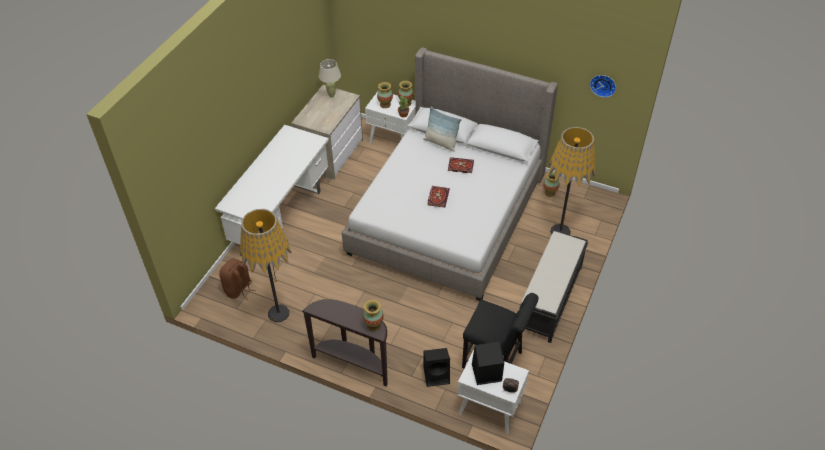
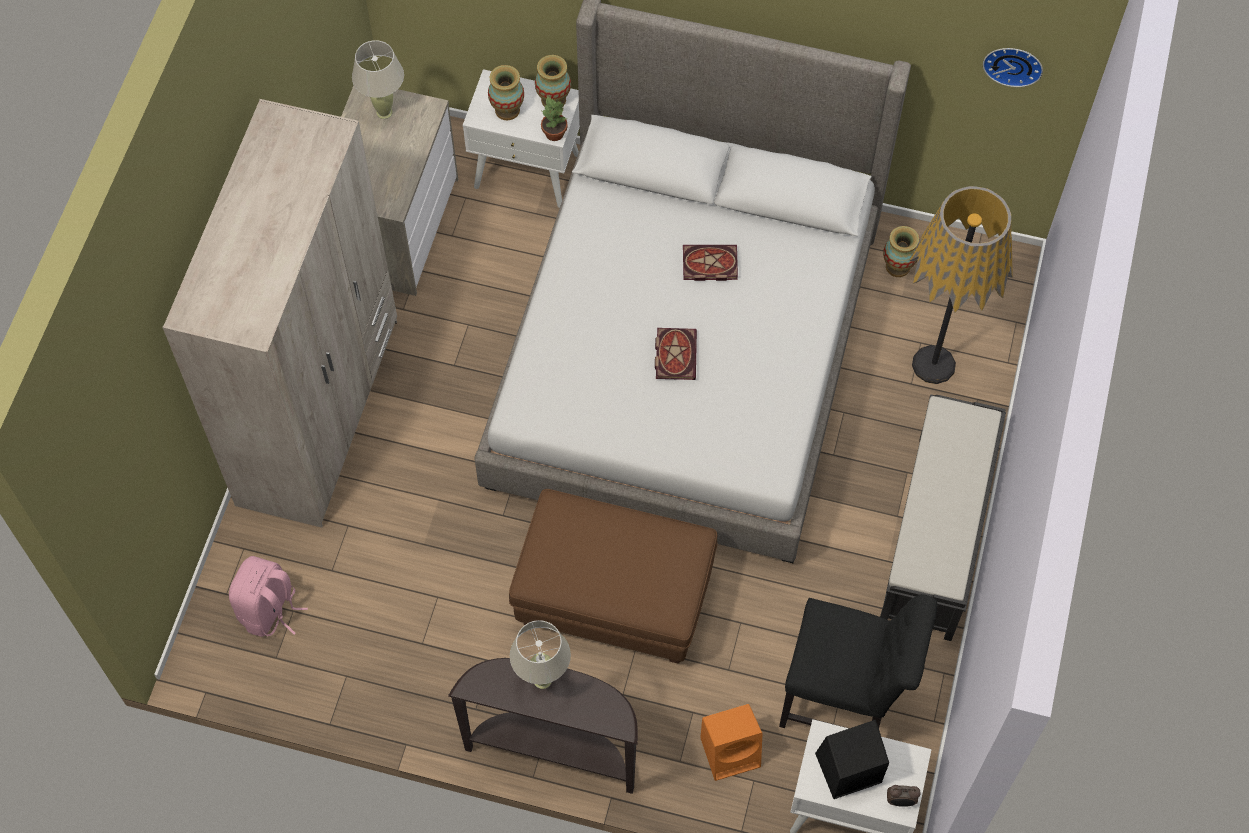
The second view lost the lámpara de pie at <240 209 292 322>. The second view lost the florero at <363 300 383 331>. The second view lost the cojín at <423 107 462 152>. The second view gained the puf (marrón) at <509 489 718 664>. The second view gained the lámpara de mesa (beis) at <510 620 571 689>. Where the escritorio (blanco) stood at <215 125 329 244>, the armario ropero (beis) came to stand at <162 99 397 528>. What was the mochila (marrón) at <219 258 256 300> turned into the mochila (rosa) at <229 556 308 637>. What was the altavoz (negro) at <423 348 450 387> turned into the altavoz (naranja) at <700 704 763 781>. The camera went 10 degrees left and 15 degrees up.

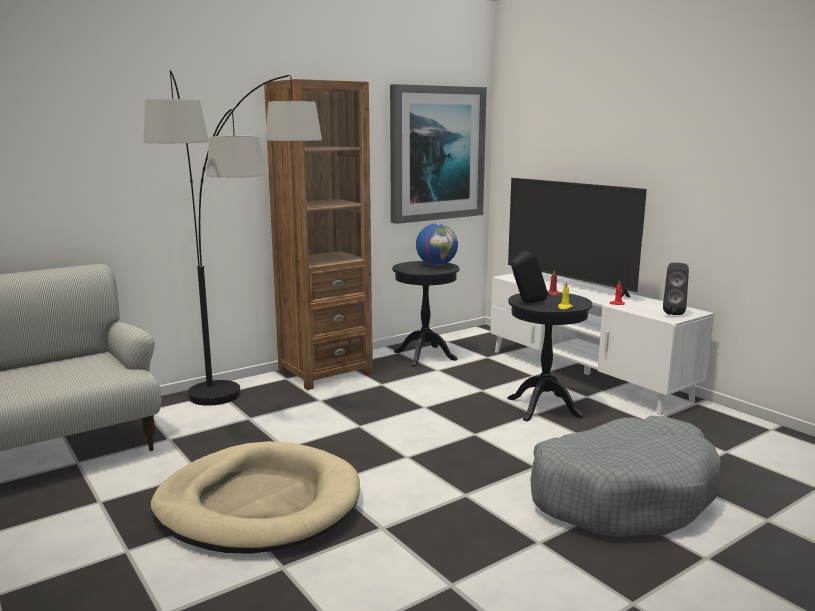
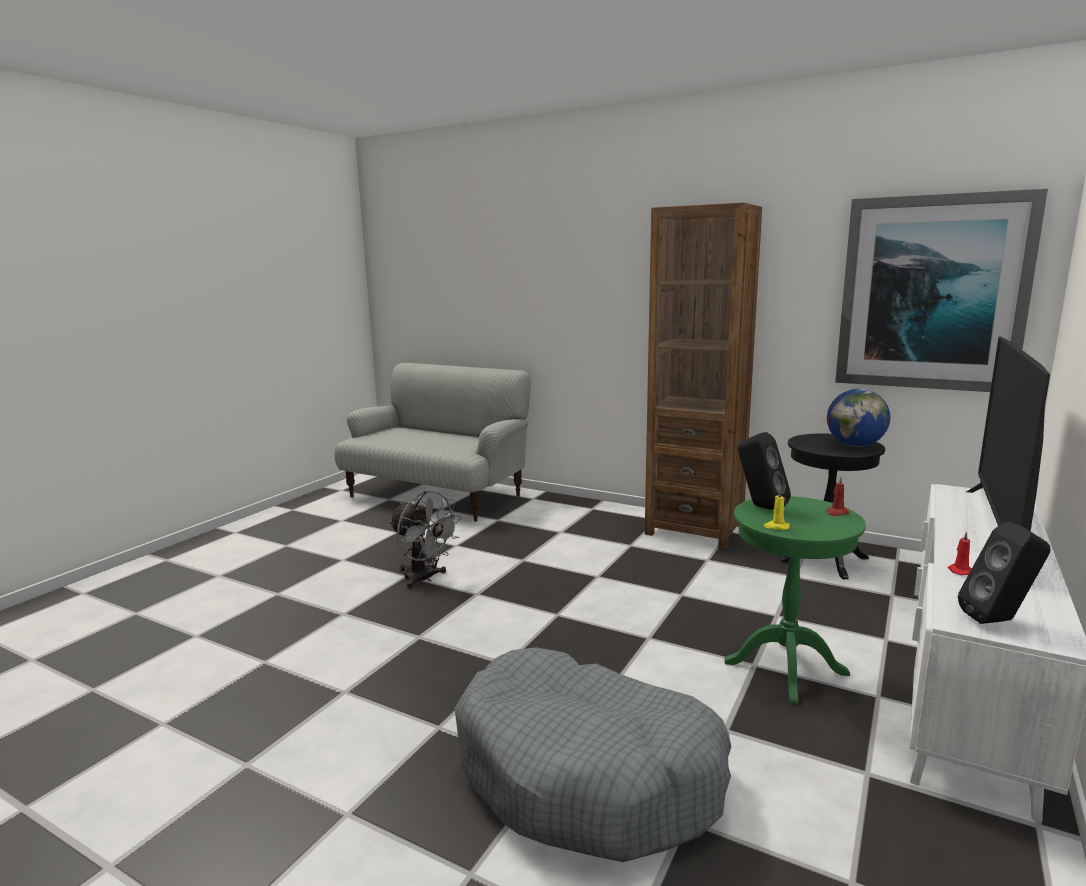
The second view lost the lámpara de pie at <143 70 322 406>. Where the cama para perro (beis) stood at <150 441 360 554>, the ventilador (gris) came to stand at <389 491 462 589>. What was the mesa auxiliar (negro) at <507 292 593 422> turned into the mesa auxiliar (verde) at <724 496 866 704>. The camera went 65 degrees right and 0 degrees up.

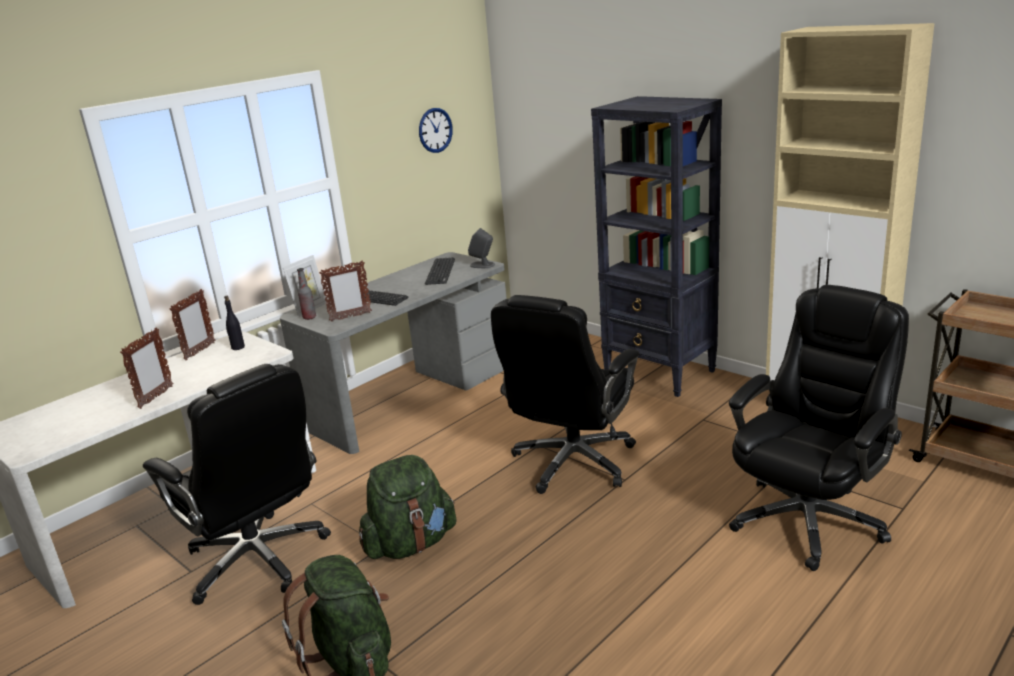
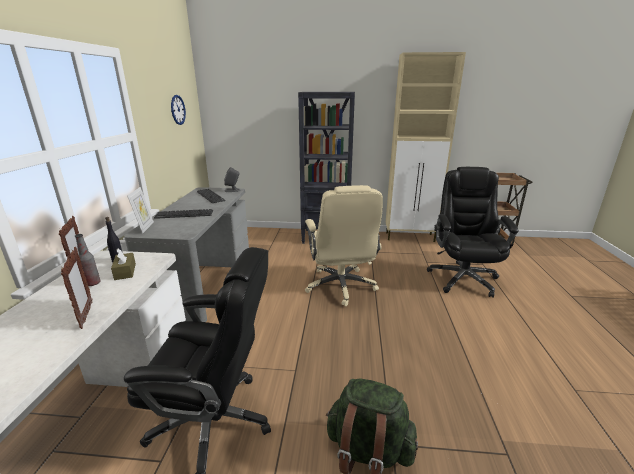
The second view lost the portarretratos at <319 261 372 322>. The second view lost the mochila (verde) at <359 455 456 559>. The second view gained the caja de pañuelos (marrón) at <111 249 136 280>. The botella ended up elsewhere, having gone from <297 268 316 320> to <75 234 100 286>. What was the silla de oficina (negro) at <491 295 639 494> turned into the silla de oficina (beis) at <305 185 383 306>. The camera went 40 degrees left and 0 degrees up.

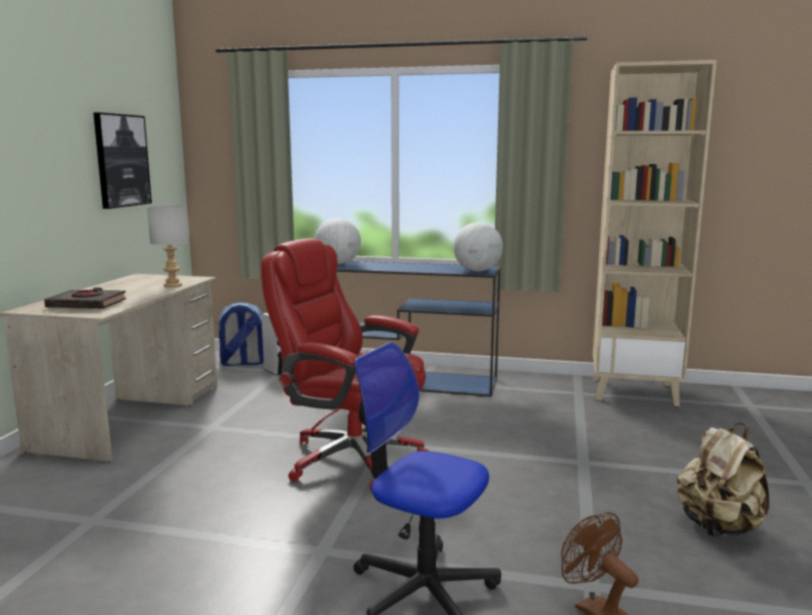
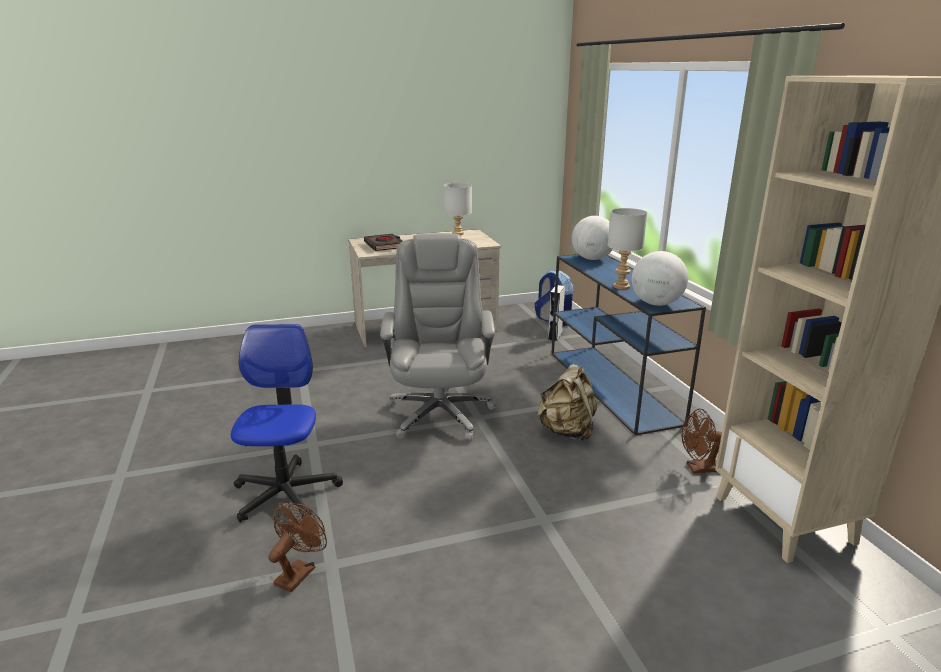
The second view lost the cuadro at <93 112 152 209>. The second view gained the lámpara de mesa (gris) at <608 208 647 289>. The second view gained the ventilador (marrón) at <682 409 722 473>. The mochila (beis) ended up elsewhere, having gone from <677 423 769 537> to <537 364 597 442>. What was the silla de oficina (rojo) at <261 238 428 490> turned into the silla de oficina (gris) at <380 233 497 441>. The camera went 60 degrees right and 10 degrees up.

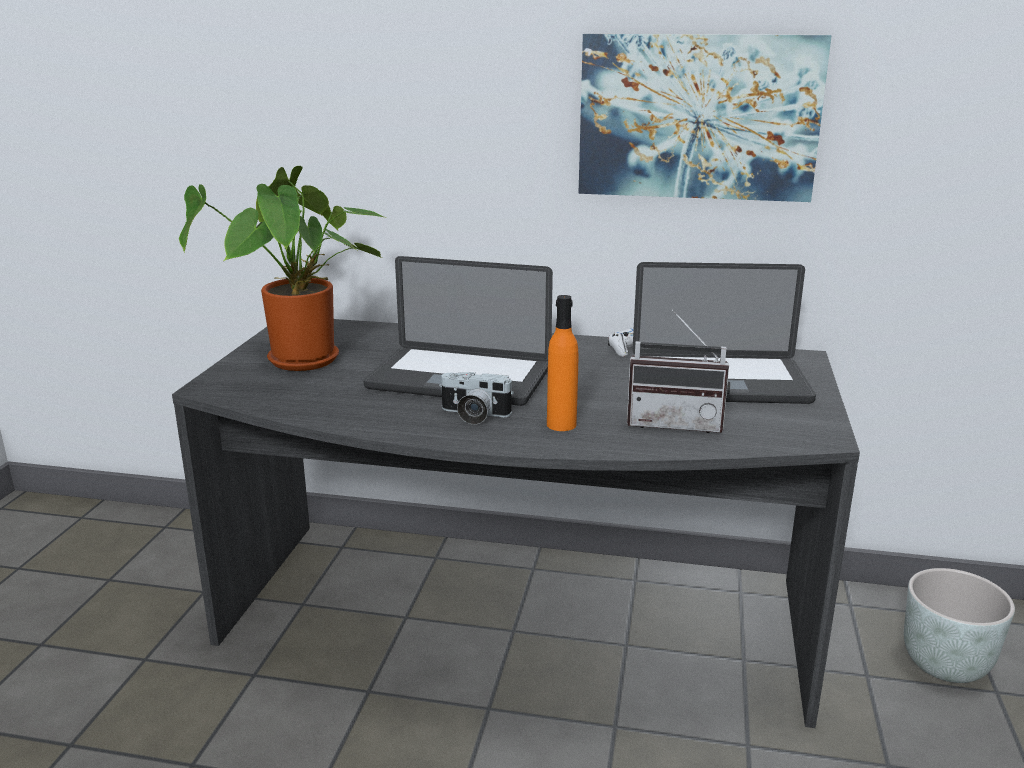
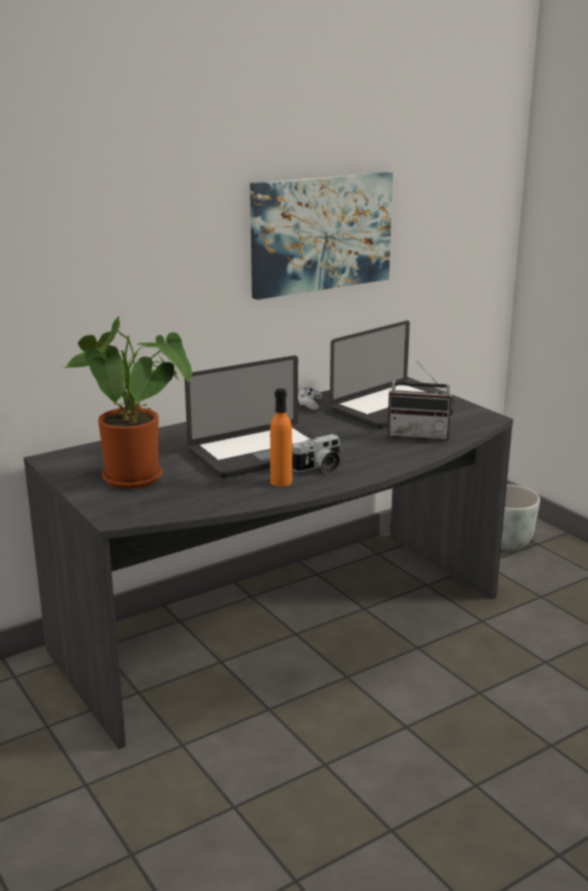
The botella (naranja) ended up elsewhere, having gone from <547 295 578 431> to <270 388 292 487>. The radio at <627 310 730 433> ended up facing another way, 45 degrees clockwise from before. The camera went 45 degrees left and 0 degrees up.

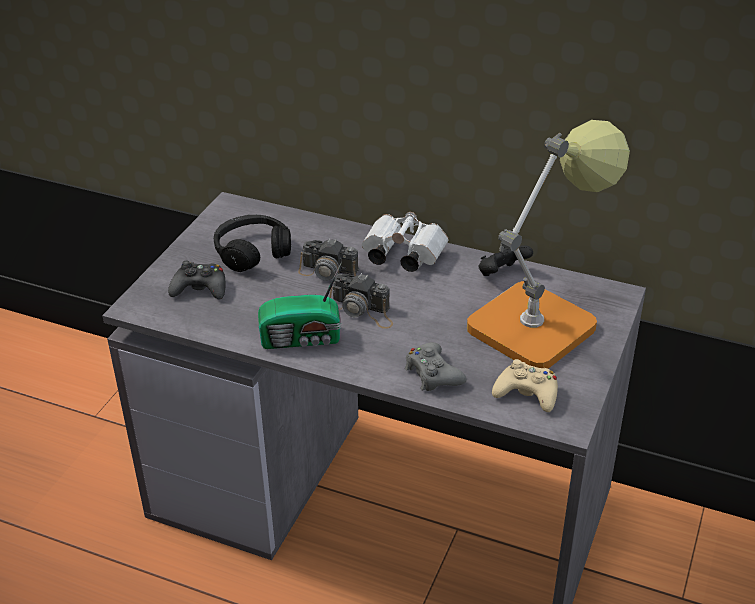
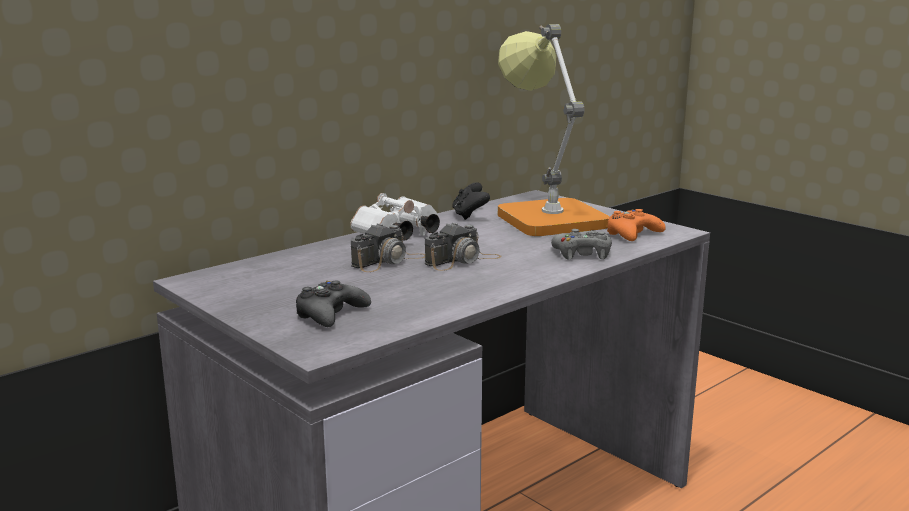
The second view lost the auriculares (negro) at <214 215 291 272>. The second view lost the radio at <258 262 342 349>. What was the mando de consola (beis) at <492 359 558 412> turned into the mando de consola (naranja) at <607 209 666 241>. The camera went 65 degrees left and 20 degrees down.

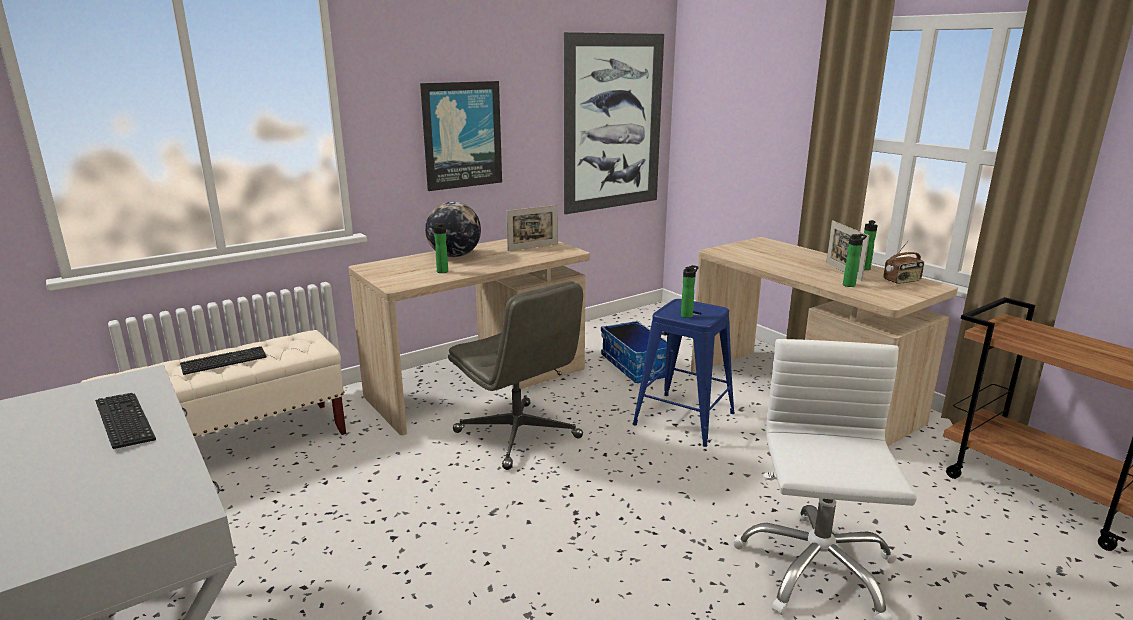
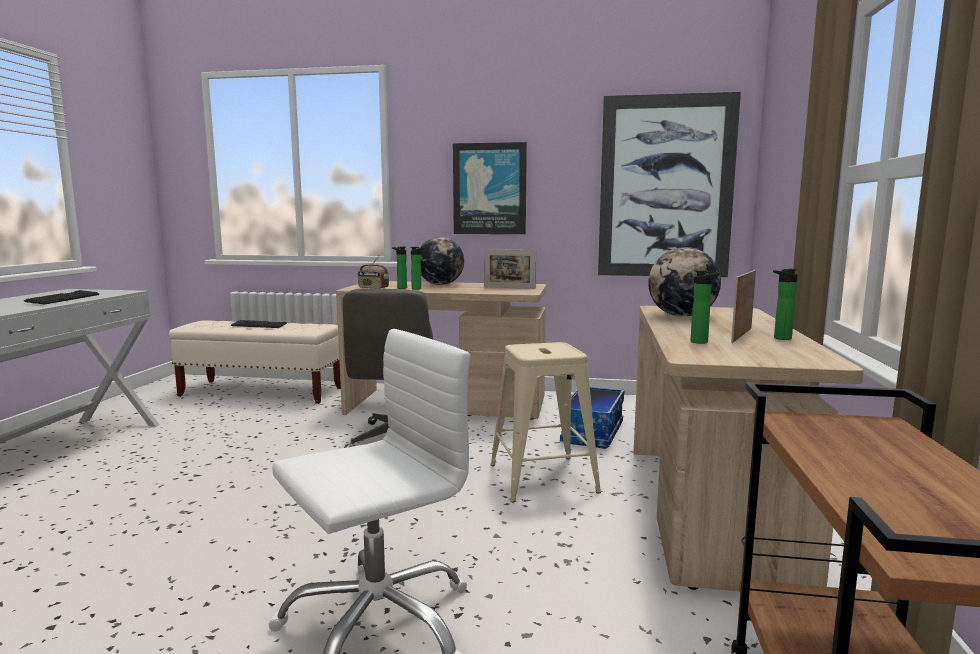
The second view gained the globo terráqueo at <648 247 721 317>. The botella ended up elsewhere, having gone from <681 265 699 318> to <411 247 425 290>. The radio ended up elsewhere, having gone from <883 240 924 284> to <358 256 389 289>. What was the taburete (azul) at <633 299 735 447> turned into the taburete (beis) at <490 342 601 502>. The camera went 45 degrees right and 10 degrees down.

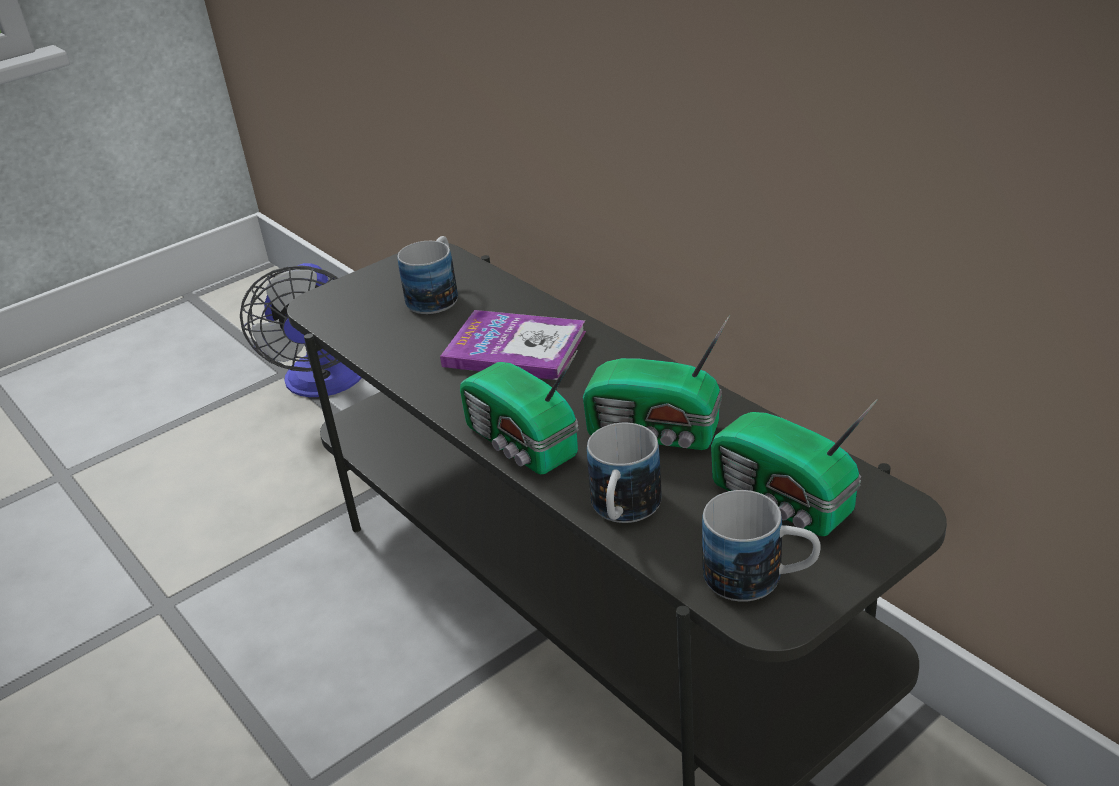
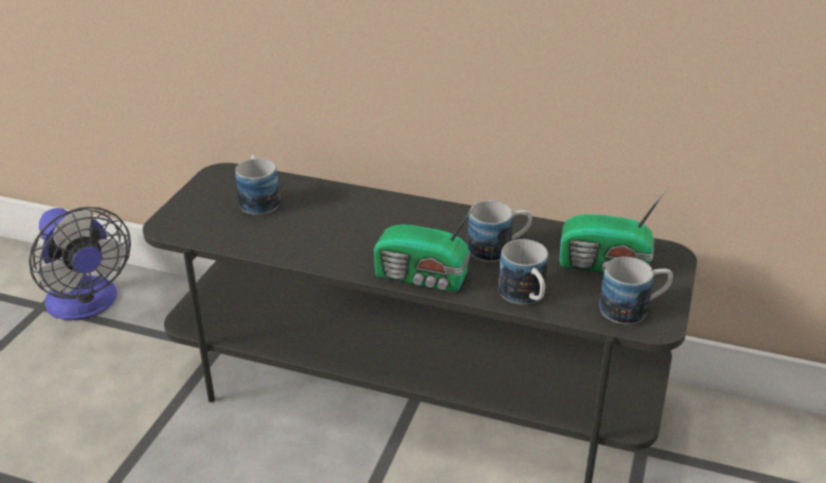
The second view lost the libro at <440 310 586 380>. Where the radio stood at <583 315 730 450>, the taza grande came to stand at <467 201 532 262>. The camera went 35 degrees left and 0 degrees up.

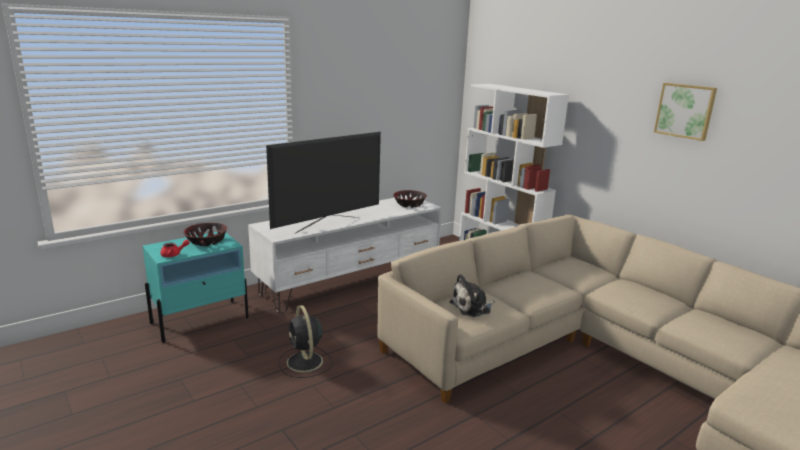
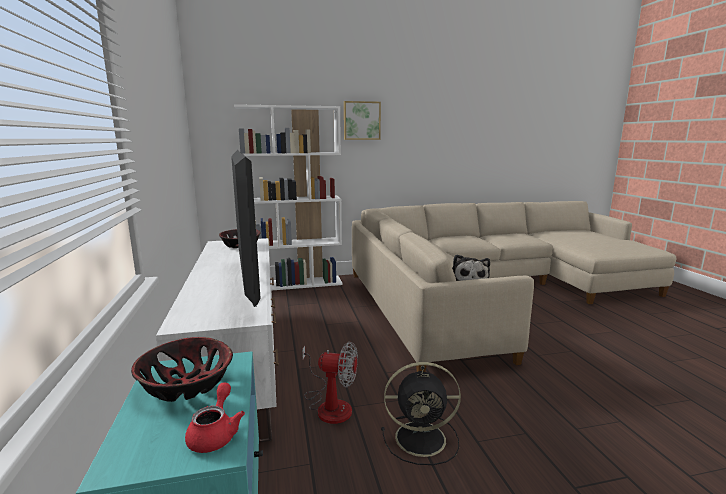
The second view gained the ventilador at <302 342 358 424>. The cuadro ended up elsewhere, having gone from <654 83 717 141> to <344 101 381 140>. The camera went 65 degrees left and 5 degrees down.

